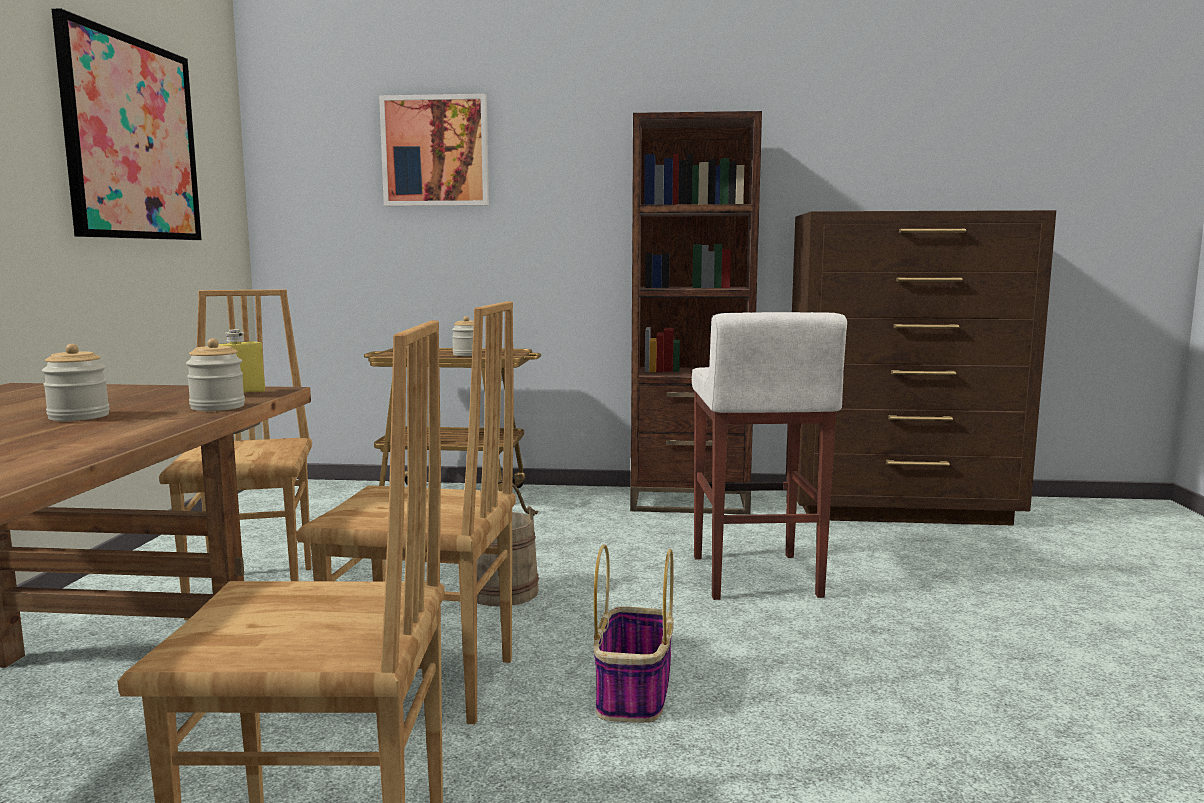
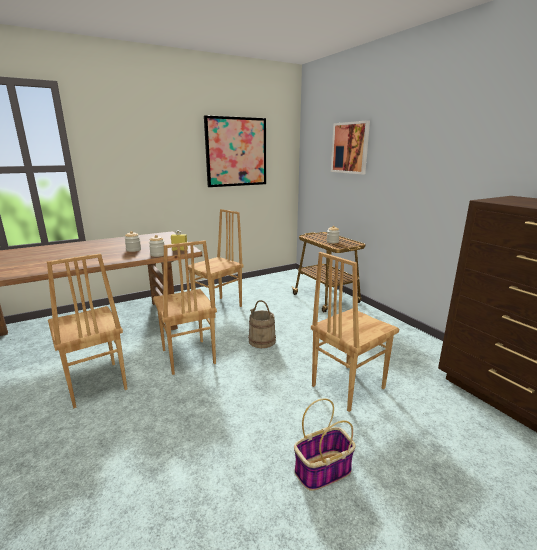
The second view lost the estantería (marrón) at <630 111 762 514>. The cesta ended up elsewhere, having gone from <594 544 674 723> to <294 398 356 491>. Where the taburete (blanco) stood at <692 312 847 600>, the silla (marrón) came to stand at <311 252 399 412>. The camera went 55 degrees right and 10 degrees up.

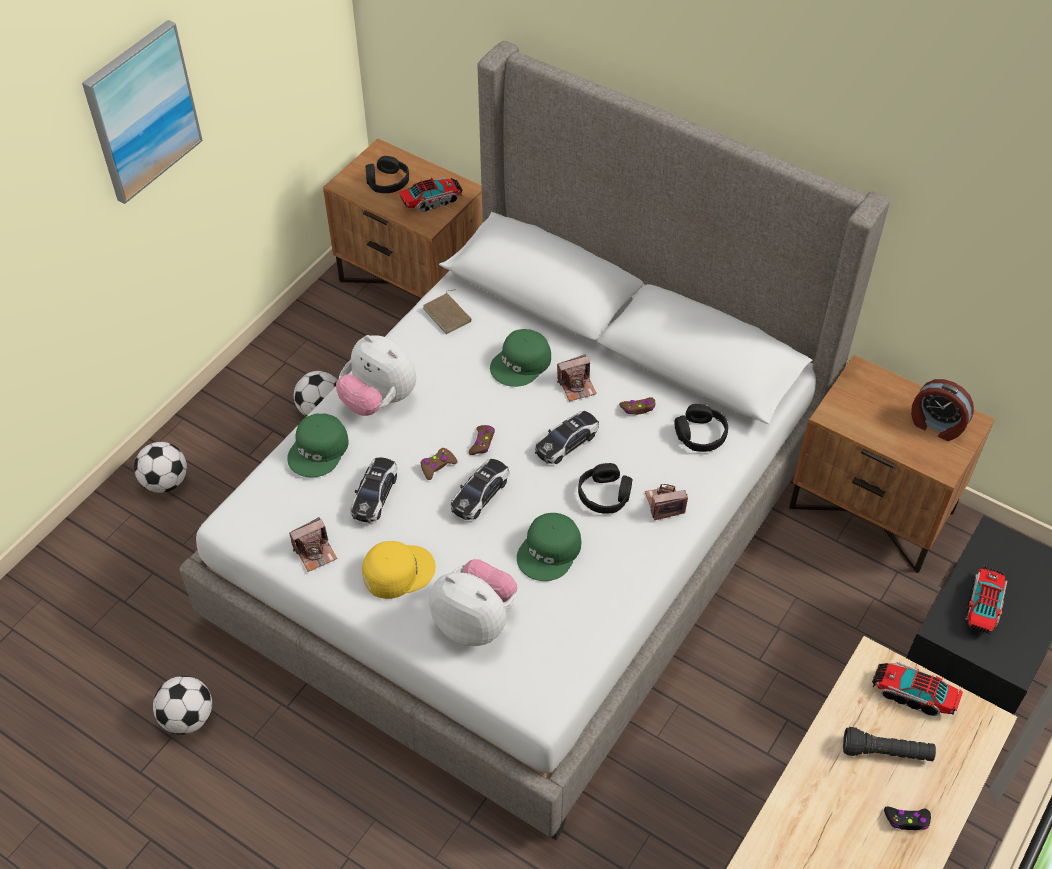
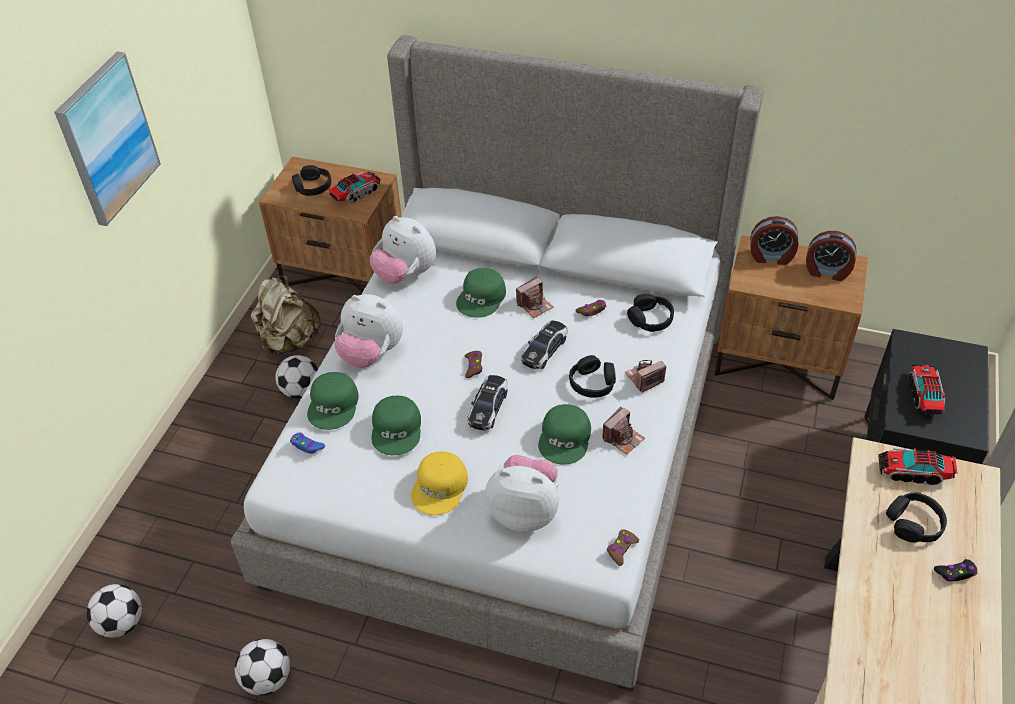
The second view gained the mochila (beis) at <251 276 321 356>. The second view gained the mando de consola (azul) at <290 432 325 454>. The second view gained the despertador at <750 216 799 265>. The balón de fútbol ended up elsewhere, having gone from <134 442 187 493> to <86 584 142 638>. The cámara ended up elsewhere, having gone from <289 517 337 572> to <602 407 645 454>. The mando de consola (marrón) ended up elsewhere, having gone from <420 448 458 480> to <607 529 639 566>. Where the coche de juguete stood at <350 458 397 523>, the gorra (verde) came to stand at <371 396 421 455>. Where the libro (marrón) stood at <423 289 472 334>, the peluche came to stand at <370 216 436 284>. Where the linterna (negro) stood at <843 727 936 761>, the auriculares (negro) came to stand at <886 492 947 543>. The gorra (amarillo) at <362 541 436 599> ended up facing another way, 150 degrees clockwise from before. The camera went 15 degrees left and 5 degrees down.

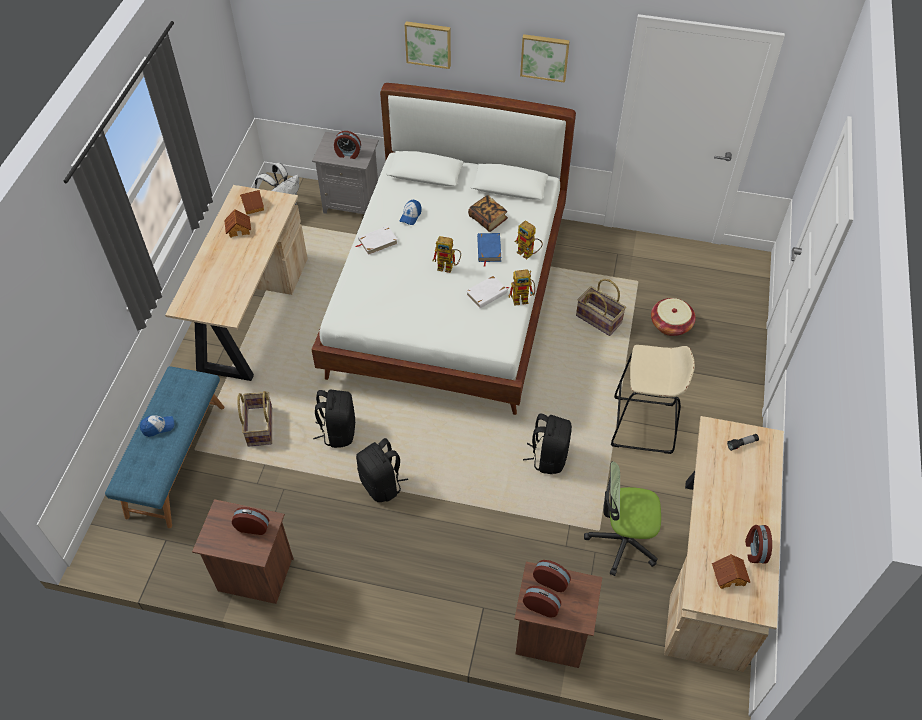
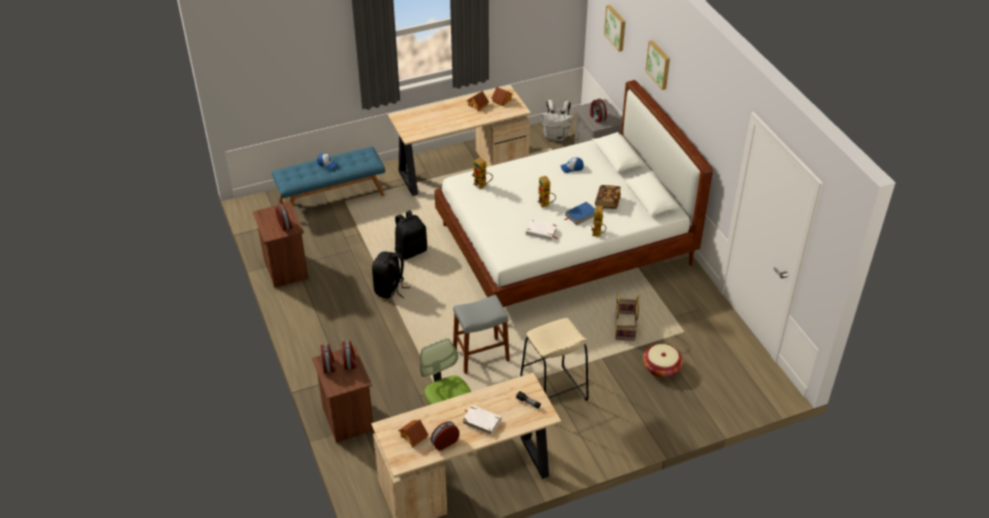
The second view lost the cesta at <237 391 272 447>. The libro (blanco) ended up elsewhere, having gone from <356 226 398 255> to <462 405 501 435>. The robot de juguete ended up elsewhere, having gone from <509 269 535 306> to <472 158 493 189>. The cuadro ended up elsewhere, having gone from <520 34 570 83> to <604 5 625 52>. Where the mochila (negro) stood at <523 414 572 474>, the taburete (gris) came to stand at <453 295 510 374>. The camera went 55 degrees right and 10 degrees down.

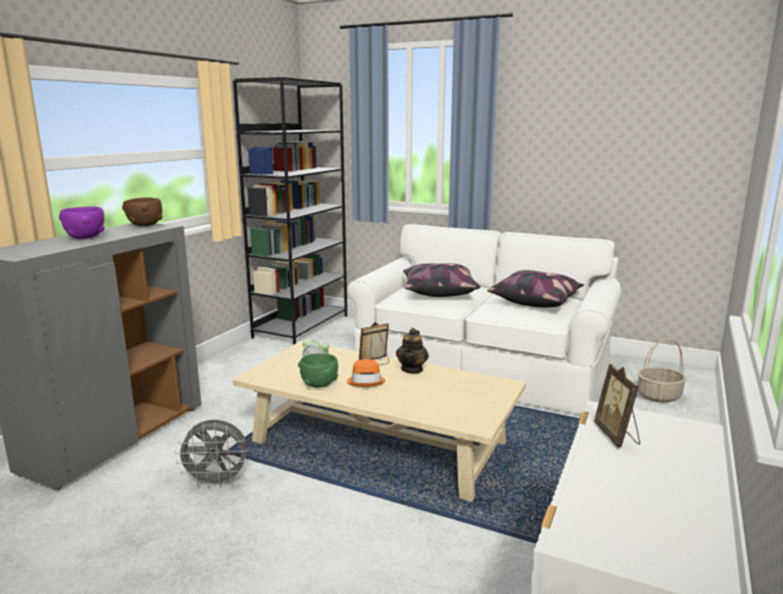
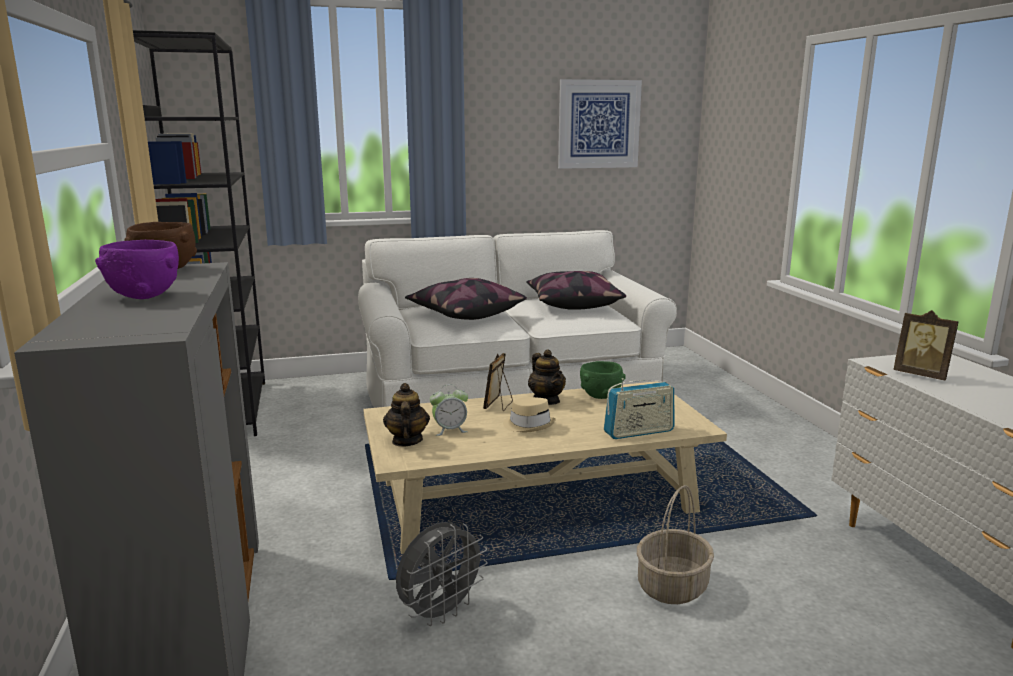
The second view gained the tetera at <383 383 430 447>. The second view gained the cuadro at <558 79 642 169>. The second view gained the radio at <604 378 674 439>. The cuenco (verde) ended up elsewhere, having gone from <298 354 338 388> to <580 361 626 399>. The cesta ended up elsewhere, having gone from <637 339 687 403> to <637 485 714 604>. What was the sombrero (naranja) at <347 359 386 387> turned into the sombrero (beis) at <503 397 556 432>. The camera went 40 degrees left and 0 degrees up.

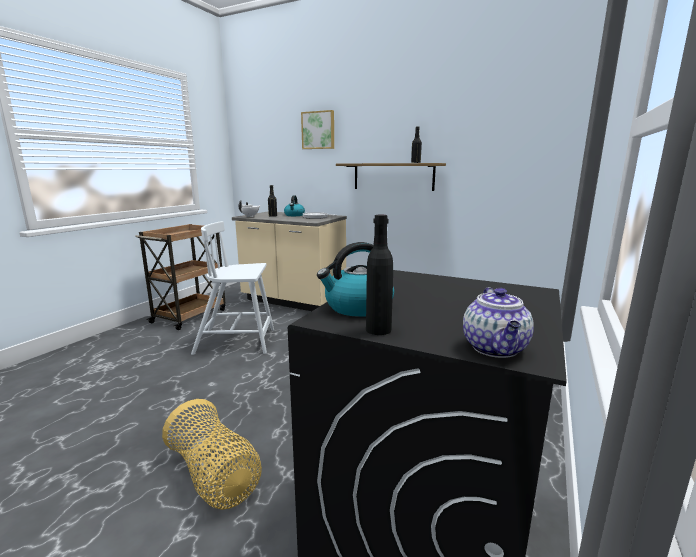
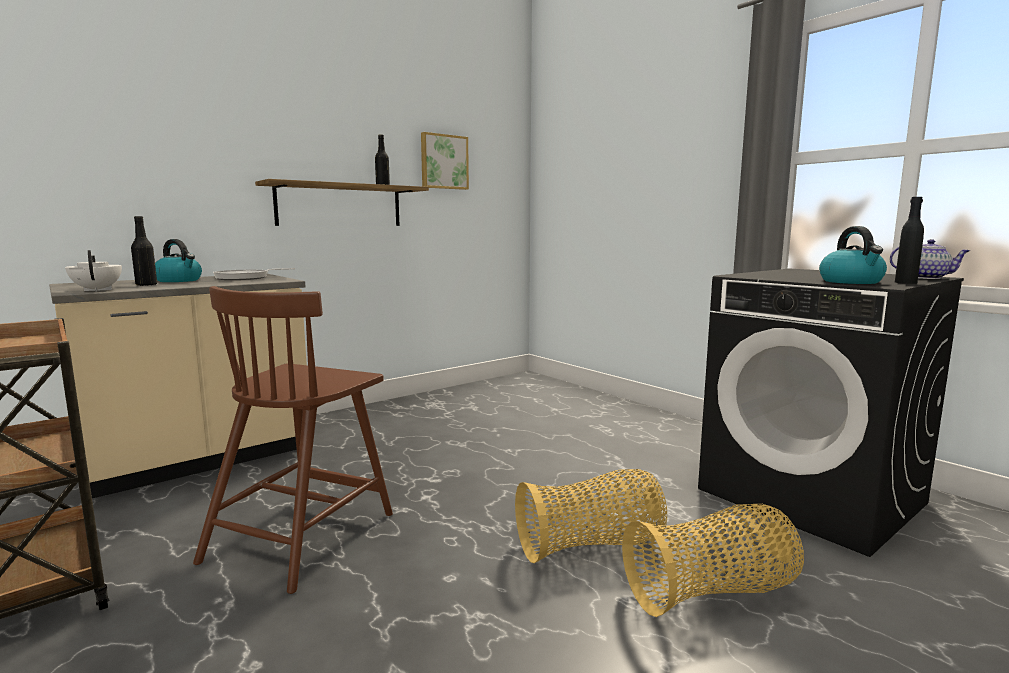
The second view gained the cesta at <515 469 667 563>. The cuadro ended up elsewhere, having gone from <301 110 334 149> to <421 132 469 190>. What was the silla (blanco) at <191 221 274 355> turned into the silla (marrón) at <193 286 393 594>. The camera went 65 degrees left and 5 degrees down.

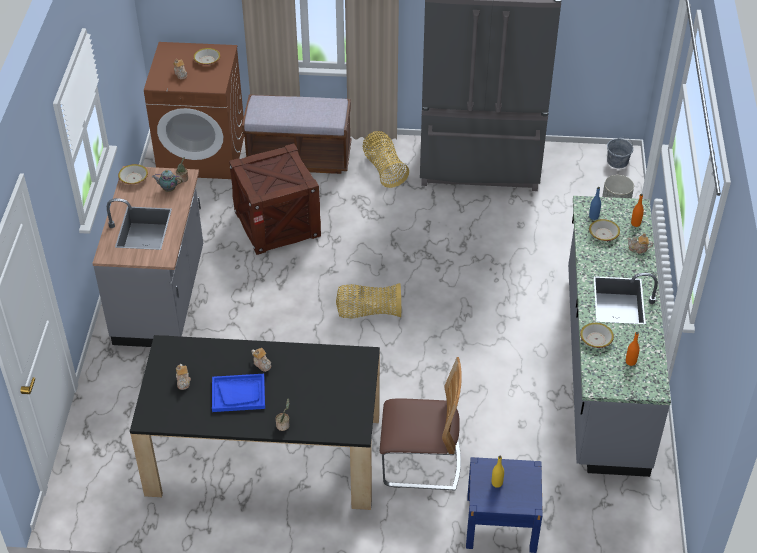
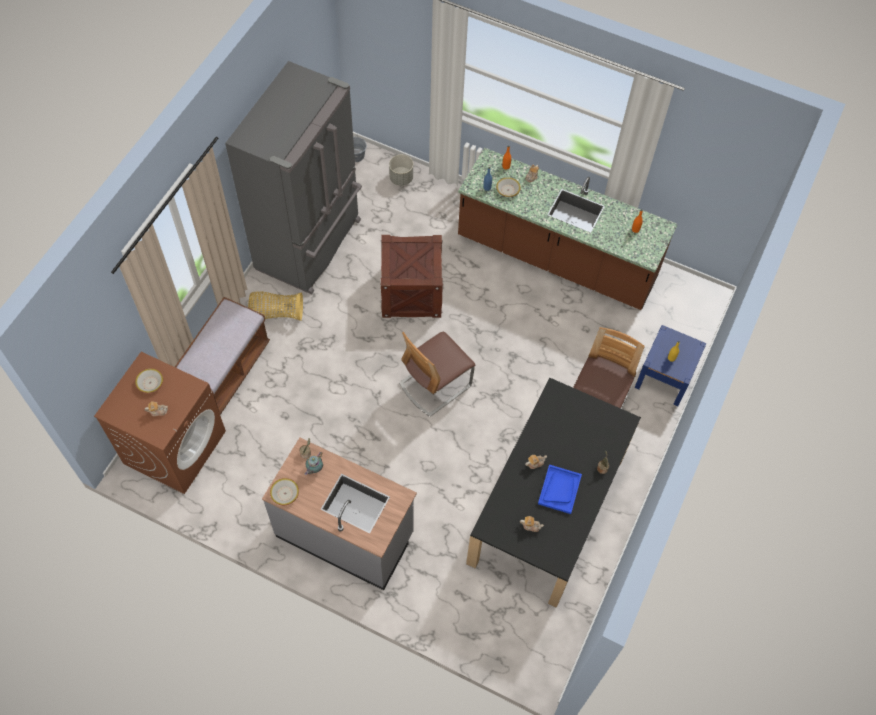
The second view lost the cuenco at <580 323 614 348>. The caja de embalaje ended up elsewhere, having gone from <229 143 321 255> to <380 235 444 318>. Where the cesta stood at <336 283 401 319>, the silla came to stand at <399 332 475 417>. What was the mueble bajo de cocina (gris) at <568 196 671 477> turned into the mueble bajo de cocina (marrón) at <458 148 678 310>. The camera went 70 degrees left and 15 degrees up.

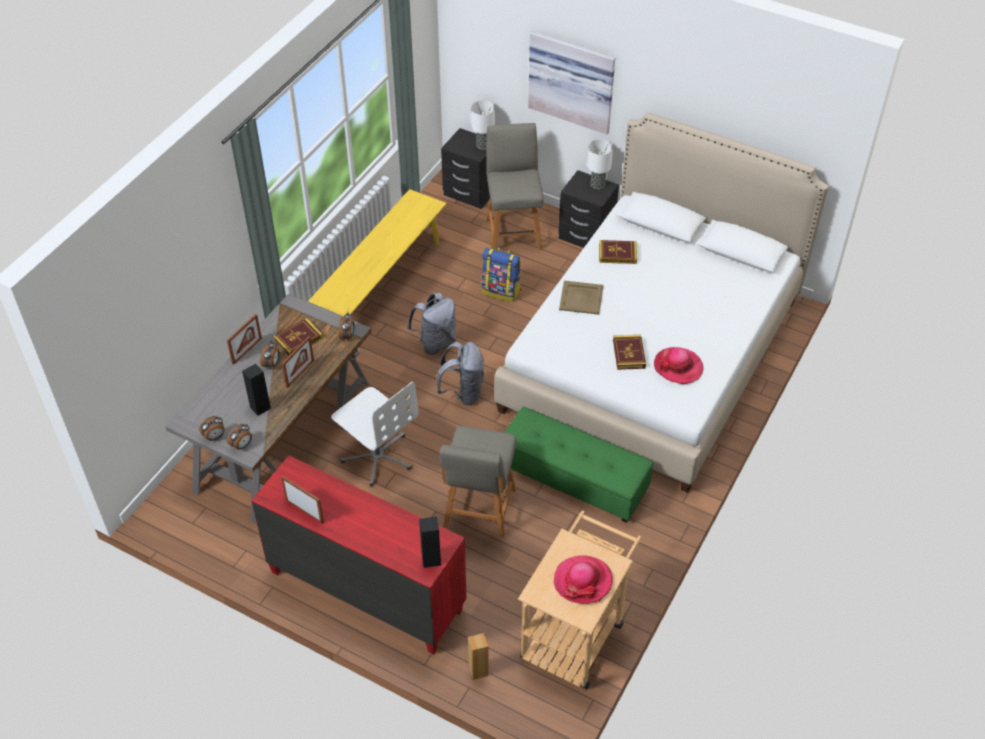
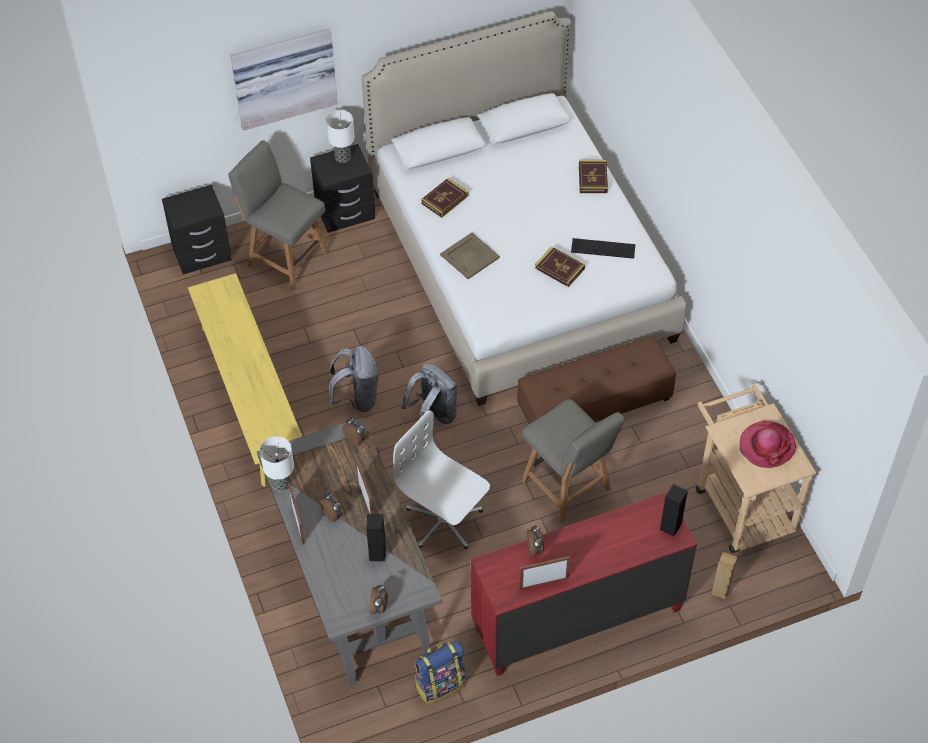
The despertador ended up elsewhere, having gone from <227 424 252 450> to <526 525 544 557>. The libro ended up elsewhere, having gone from <273 318 323 356> to <579 160 608 193>. The lámpara de mesa ended up elsewhere, having gone from <471 100 495 150> to <260 436 294 492>. The mochila ended up elsewhere, having gone from <481 248 521 302> to <414 641 466 705>. Where the sombrero stood at <654 347 703 384>, the teclado came to stand at <571 238 635 259>. What was the puf (verde) at <504 407 654 523> turned into the puf (marrón) at <517 336 676 424>. The silla de oficina (blanco) at <331 381 419 486> ended up facing another way, 135 degrees counterclockwise from before. The camera went 50 degrees left and 5 degrees up.

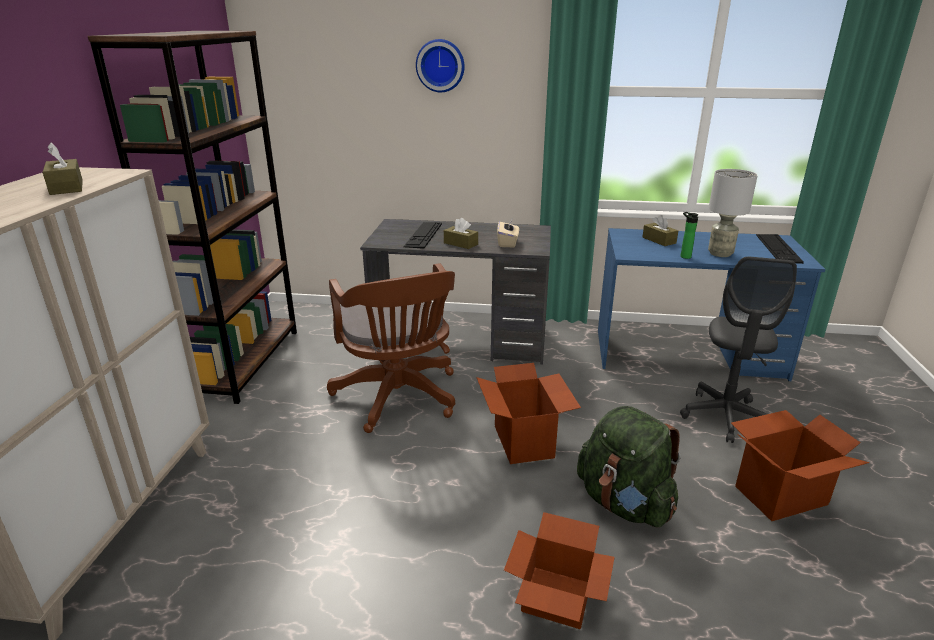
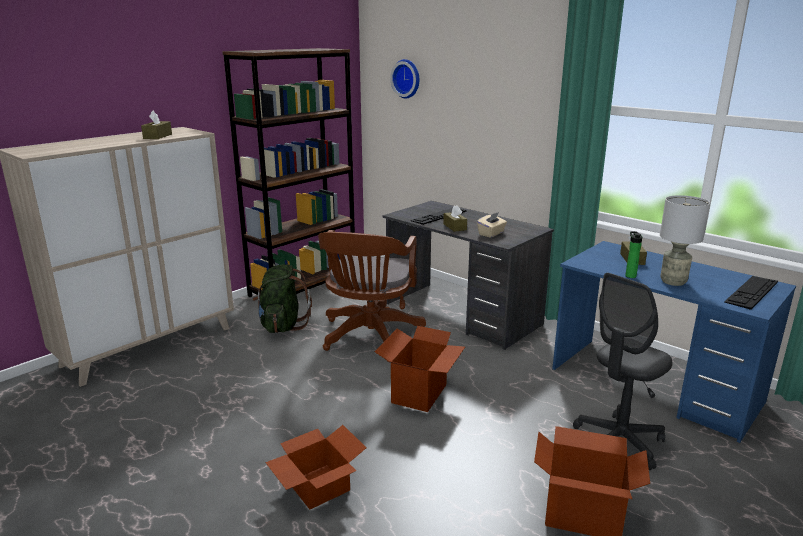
The reloj de pared ended up elsewhere, having gone from <416 39 465 92> to <390 59 419 98>. The mochila (verde) ended up elsewhere, having gone from <577 406 681 527> to <252 264 312 333>. The camera went 35 degrees right and 5 degrees down.

